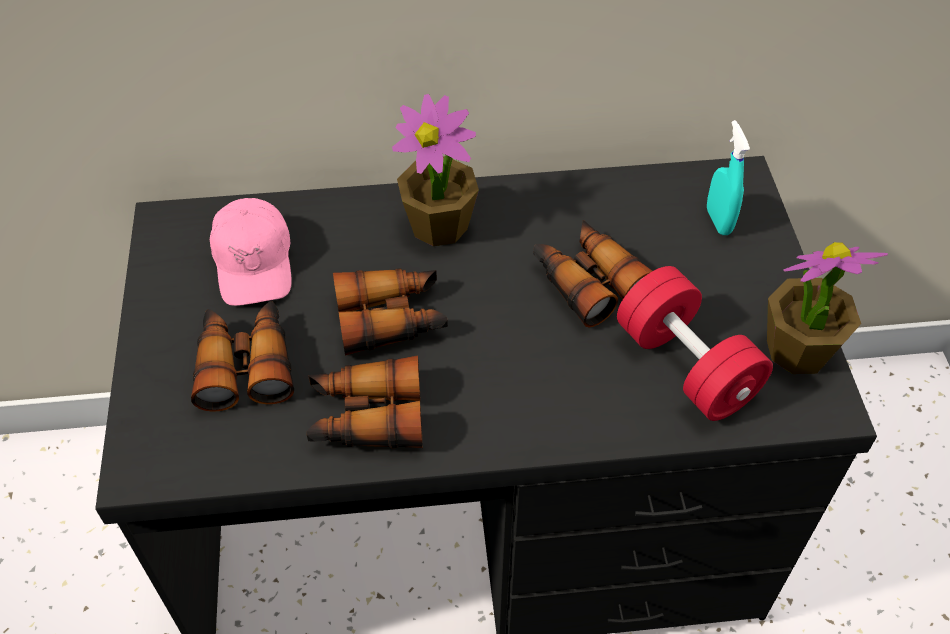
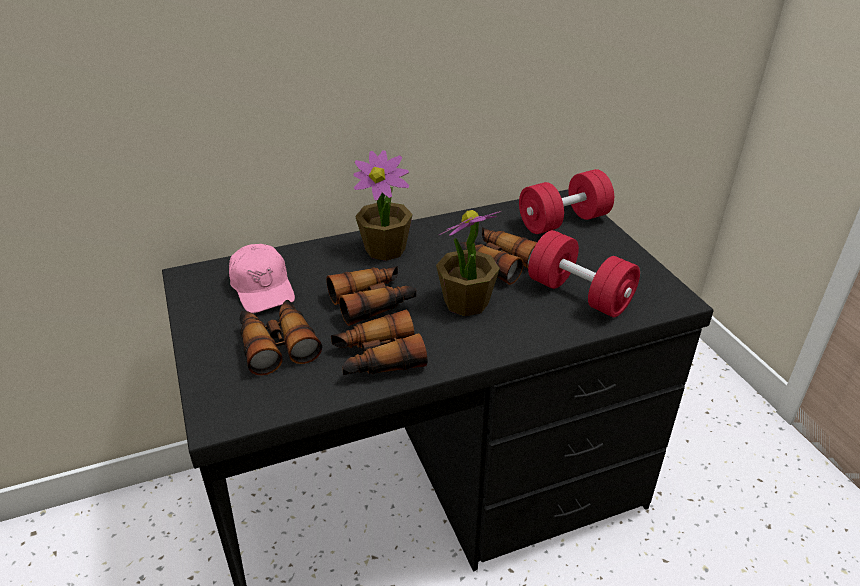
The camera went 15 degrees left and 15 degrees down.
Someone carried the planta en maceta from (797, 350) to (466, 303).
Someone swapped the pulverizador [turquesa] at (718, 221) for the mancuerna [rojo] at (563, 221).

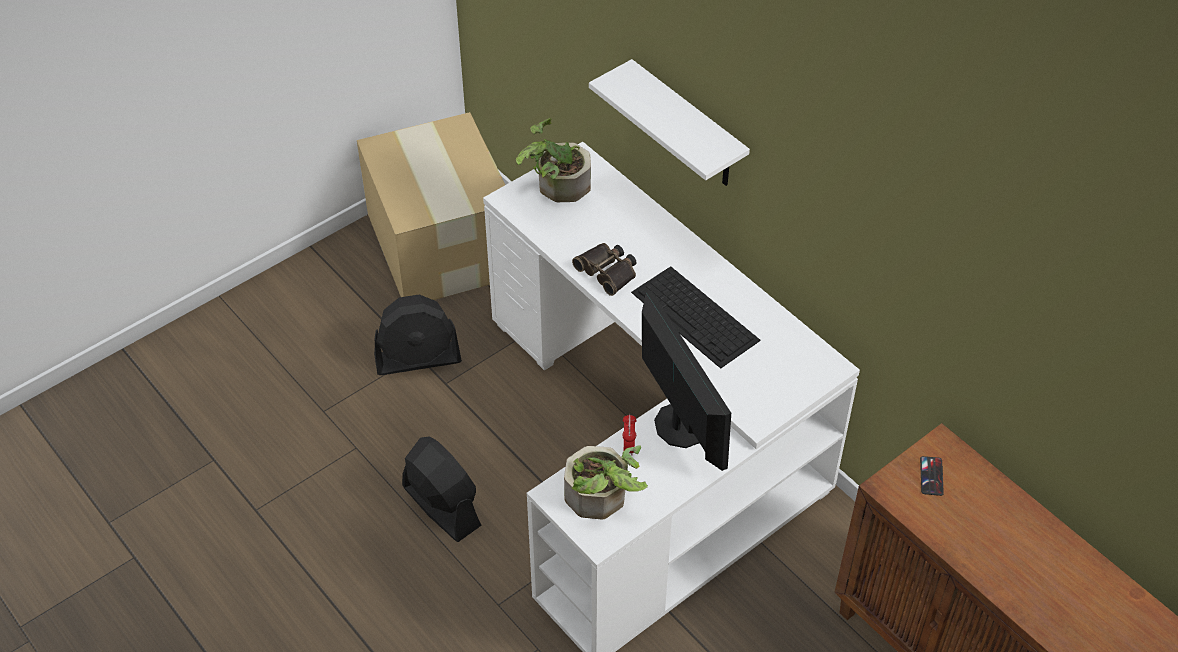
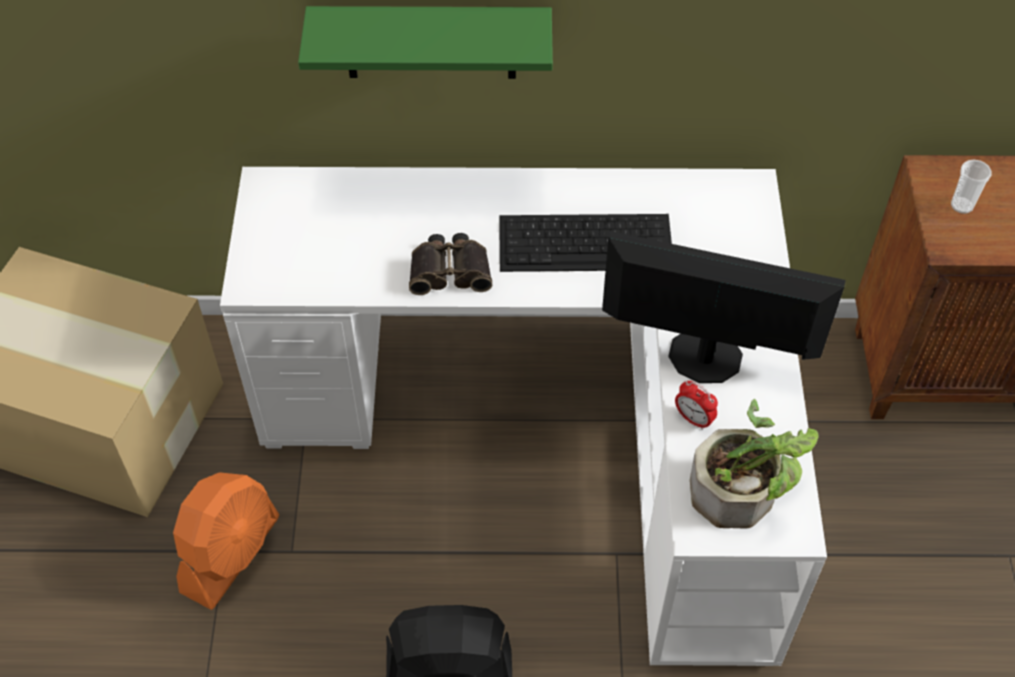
The camera went 50 degrees left and 5 degrees up.
Someone repainted the ventilador [negro] at (418, 359), which became the ventilador [naranja] at (231, 554).
Someone repainted the estante [blanco] at (687, 127), which became the estante [verde] at (430, 42).
Someone swapped the móvil at (931, 476) for the taza at (962, 205).
Someone took away the planta en maceta at (556, 185).

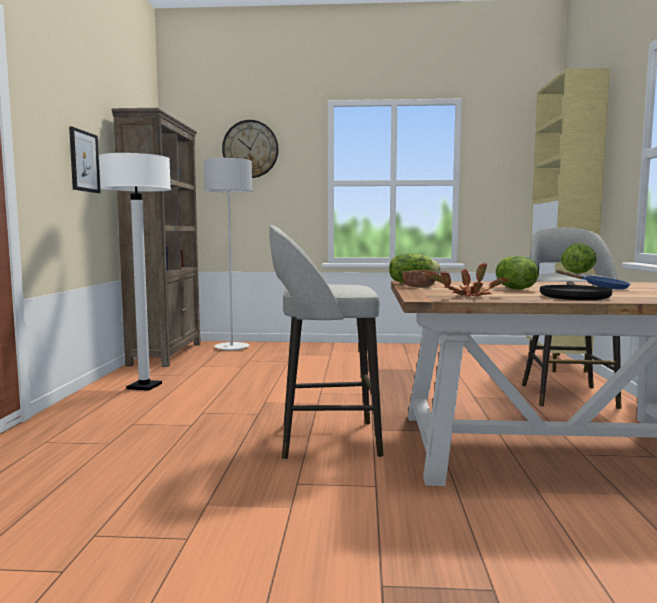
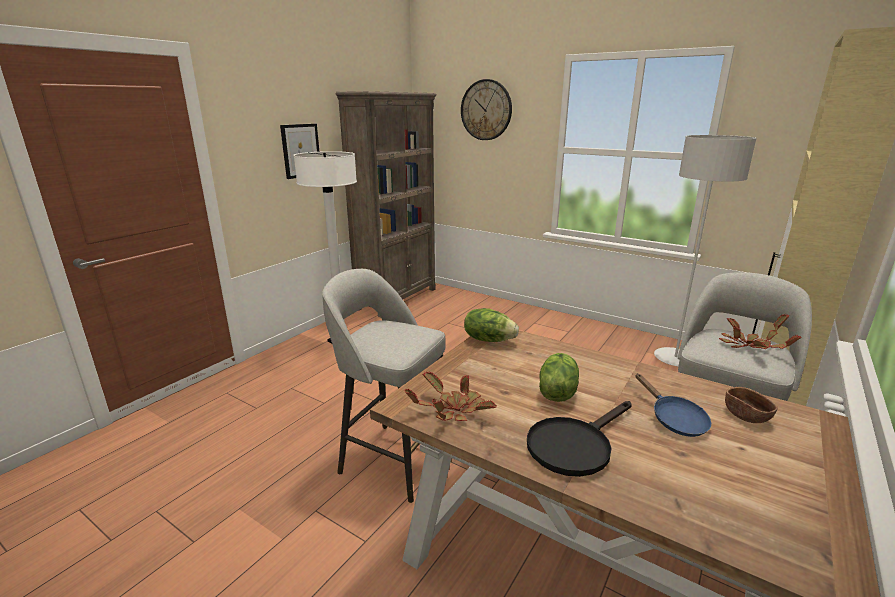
The camera went 30 degrees right and 15 degrees up.
Someone carried the lámpara de pie [gris] from (232, 348) to (675, 359).
Someone swapped the lechuga at (578, 273) for the planta en maceta at (749, 346).
Someone carried the cuenco [marrón] from (419, 287) to (746, 415).

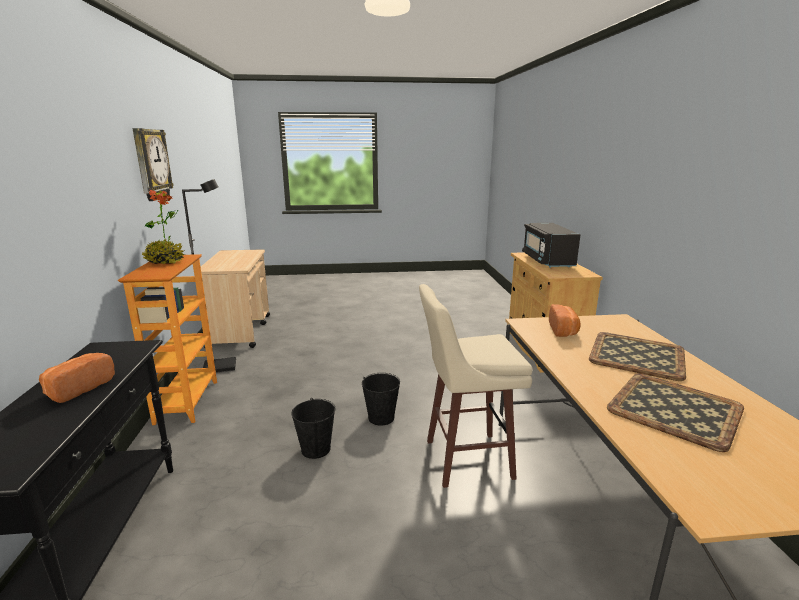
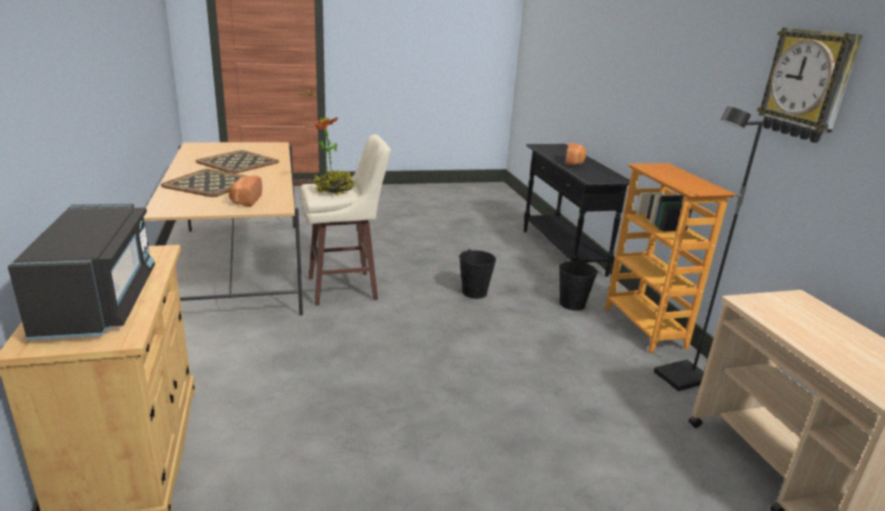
The camera went 170 degrees right and 5 degrees up.
Someone carried the planta en maceta from (165, 261) to (334, 191).
Someone carried the cubo [negro] from (381, 418) to (572, 304).

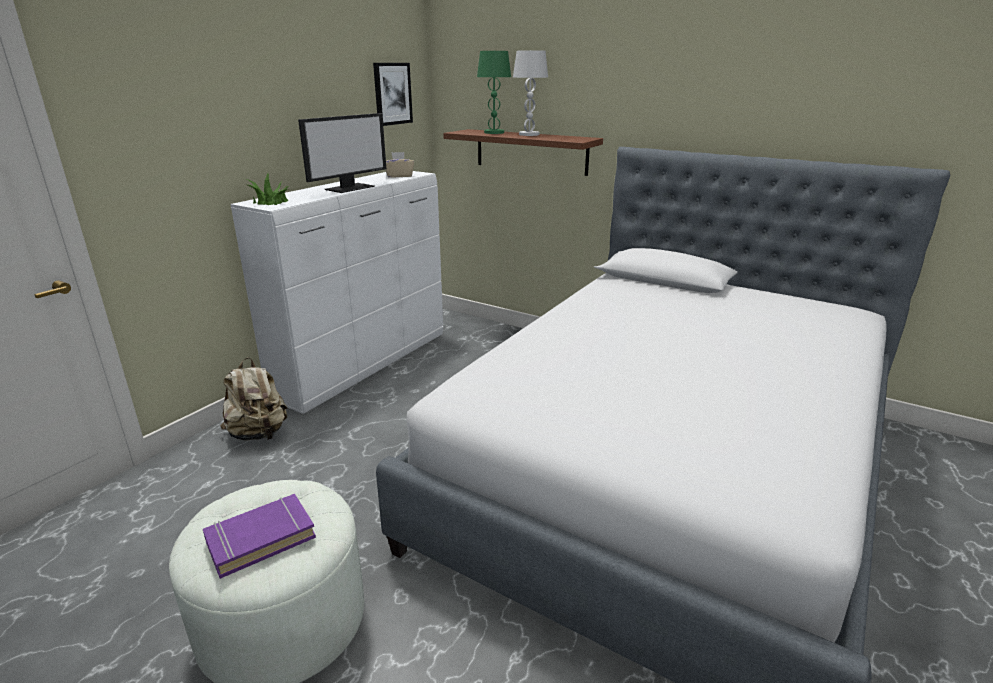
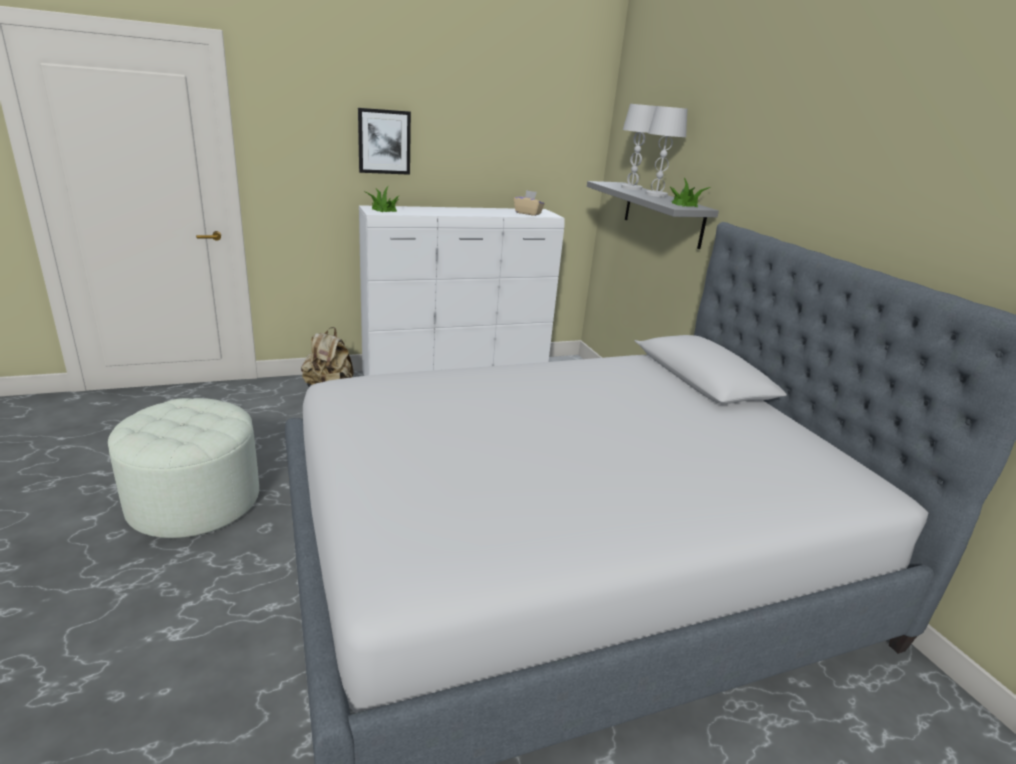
The camera went 35 degrees right and 0 degrees up.
Someone carried the cuadro from (392, 93) to (384, 141).
Someone repainted the estante [marrón] at (531, 151), which became the estante [gris] at (663, 214).
Someone repainted the lámpara de mesa [verde] at (493, 132), which became the lámpara de mesa [blanco] at (631, 188).
Someone put down the planta en maceta at (684, 204).
Someone took away the libro [morado] at (260, 539).
Someone took away the monitor at (349, 188).

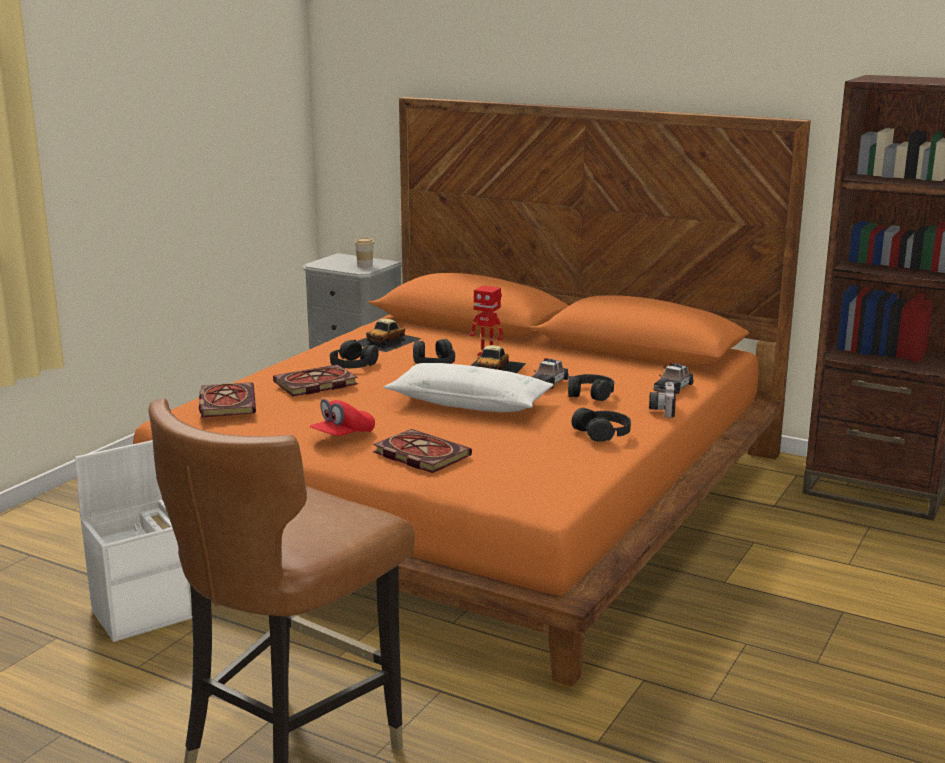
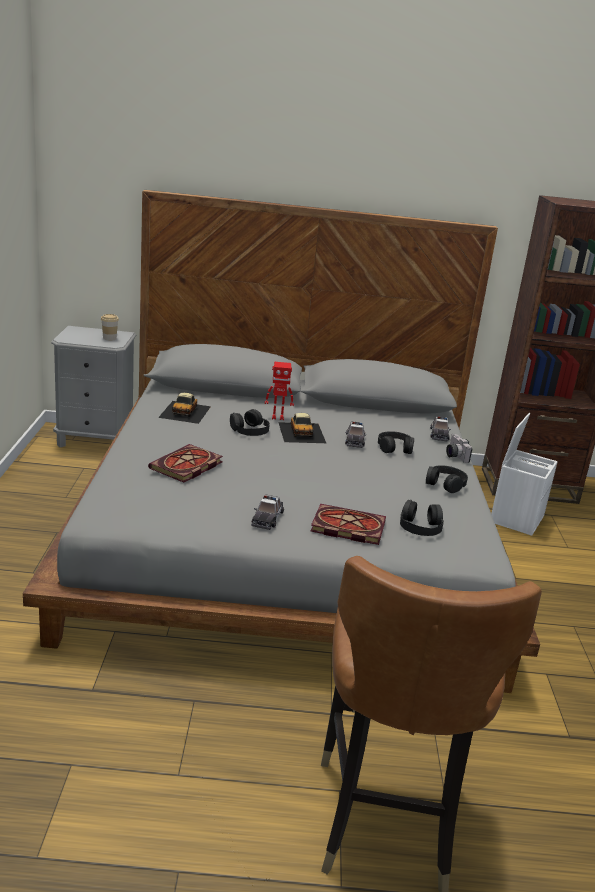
The camera went 30 degrees left and 5 degrees up.
Someone repainted the cama [naranja] at (472, 497), which became the cama [gris] at (288, 536).
Someone swapped the gorra [rojo] at (343, 436) for the coche de juguete at (267, 518).
Someone carried the auriculares [negro] from (353, 364) to (420, 526).
Someone carried the caja de almacenaje [blanco] from (144, 613) to (516, 518).
Someone took away the libro at (226, 403).
Someone took away the cojín [blanco] at (469, 403).

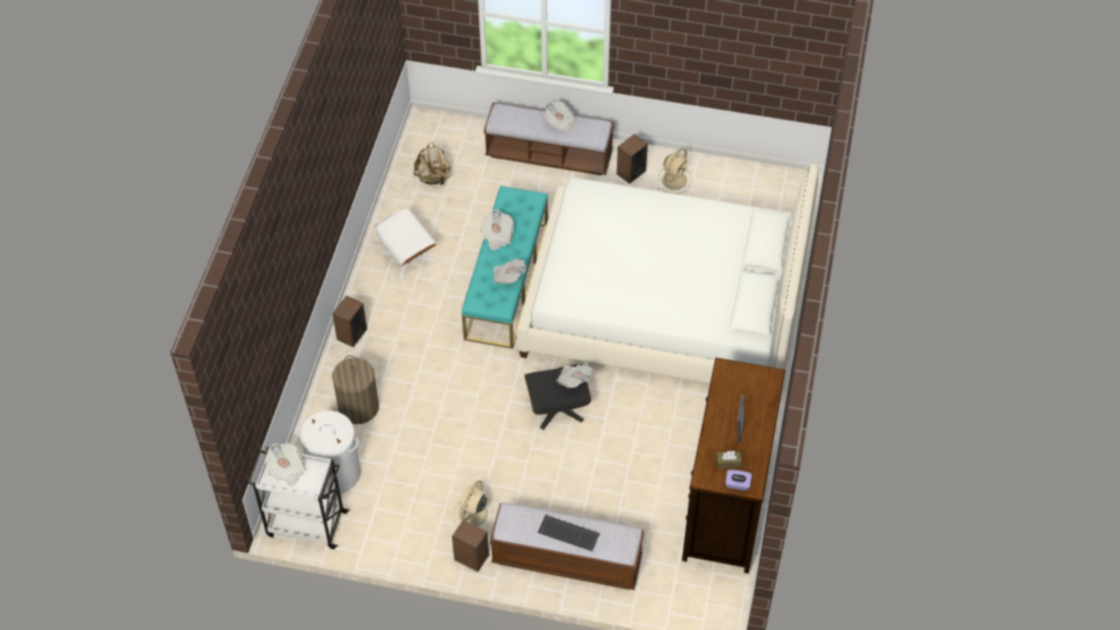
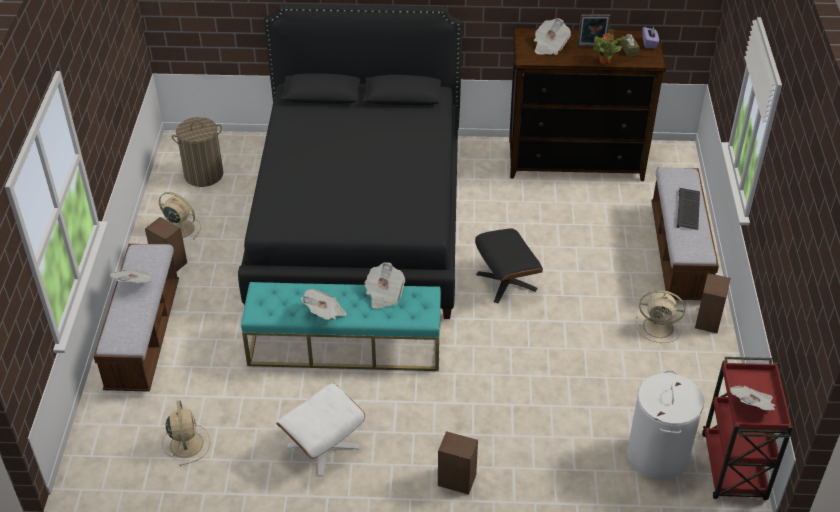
The camera went 100 degrees left and 10 degrees down.
Someone swapped the mochila [beis] at (434, 178) for the ventilador [beis] at (186, 443).
Someone carried the cesto de la ropa from (358, 407) to (203, 175).
Someone repainted the cama [blanco] at (664, 308), which became the cama [negro] at (359, 219).
Someone carried the periódico from (574, 380) to (549, 46).
Someone put down the planta en maceta at (605, 61).
Someone repainted the carrito [blanco] at (305, 523), which became the carrito [rojo] at (734, 469).

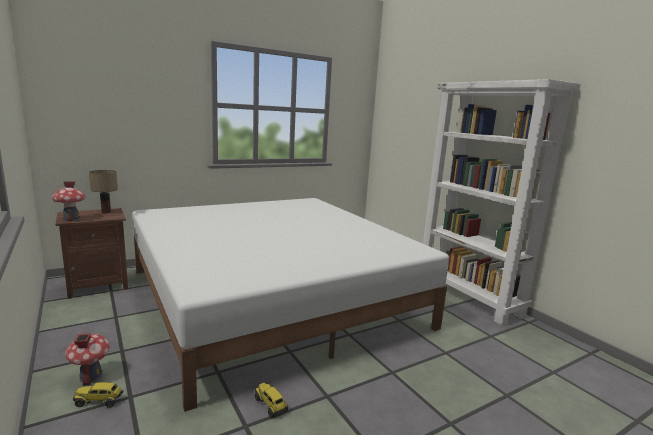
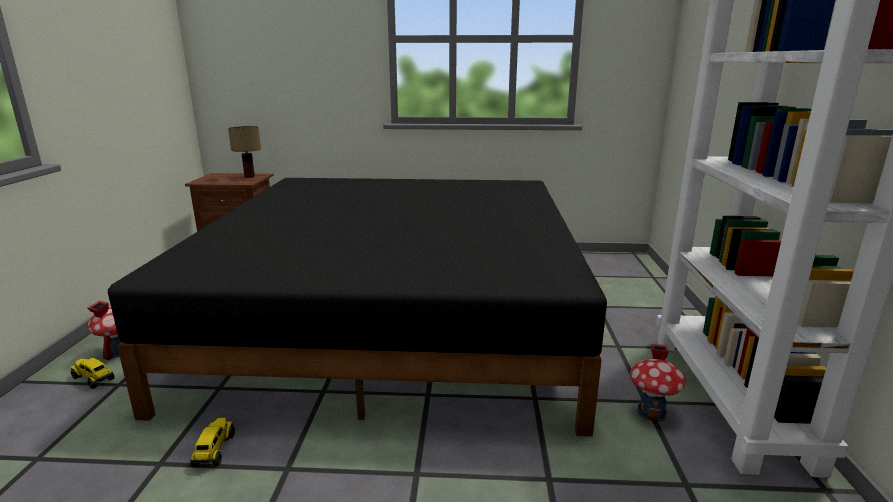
The camera went 35 degrees right and 5 degrees up.
Someone repainted the cama [blanco] at (273, 297), which became the cama [negro] at (395, 315).
Someone carried the casita from (71, 219) to (651, 413).

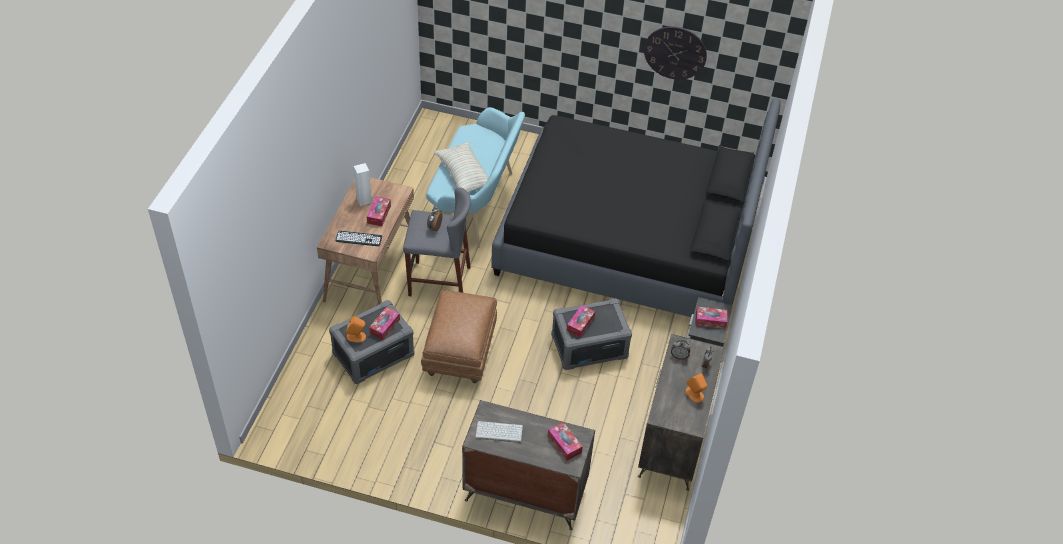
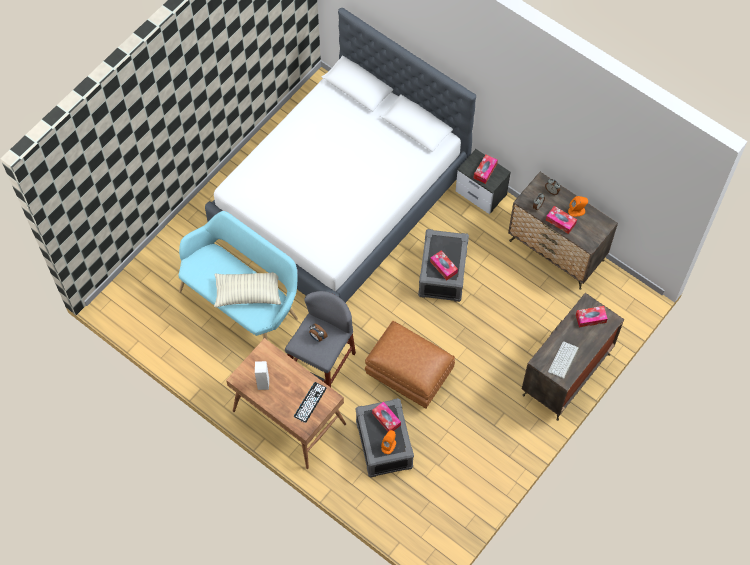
The camera went 65 degrees left and 15 degrees up.
Someone repainted the cama [negro] at (627, 241), which became the cama [blanco] at (340, 198).
Someone carried the caja de pañuelos from (379, 214) to (560, 222).
Someone took away the reloj de pared at (675, 52).

